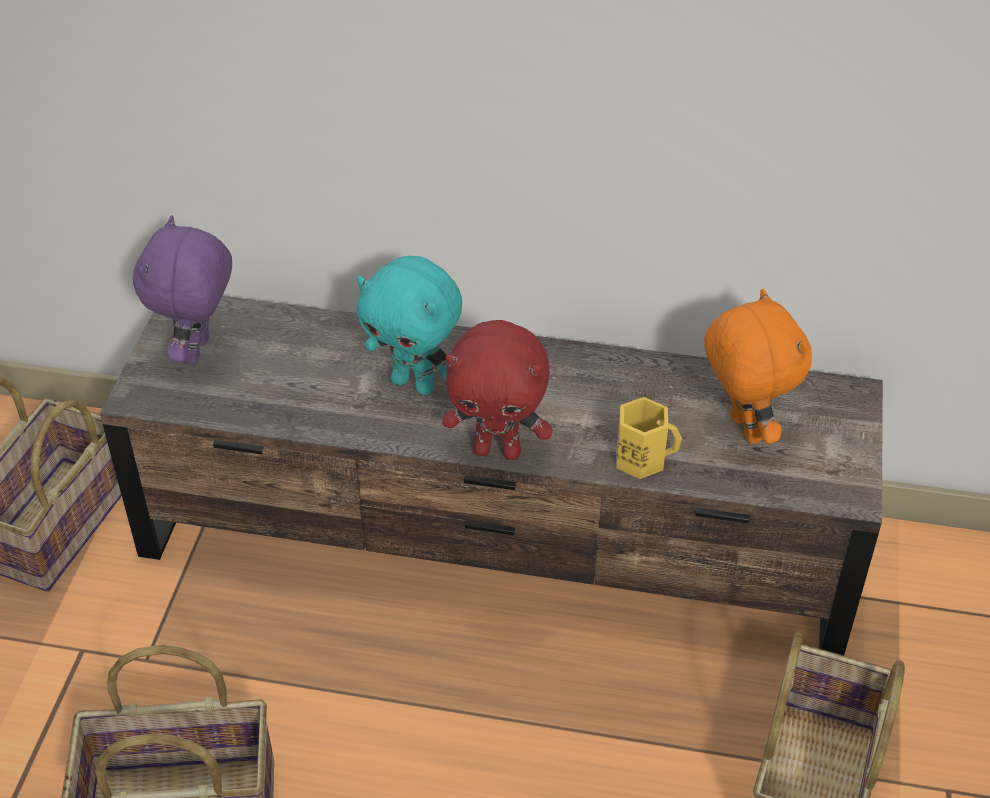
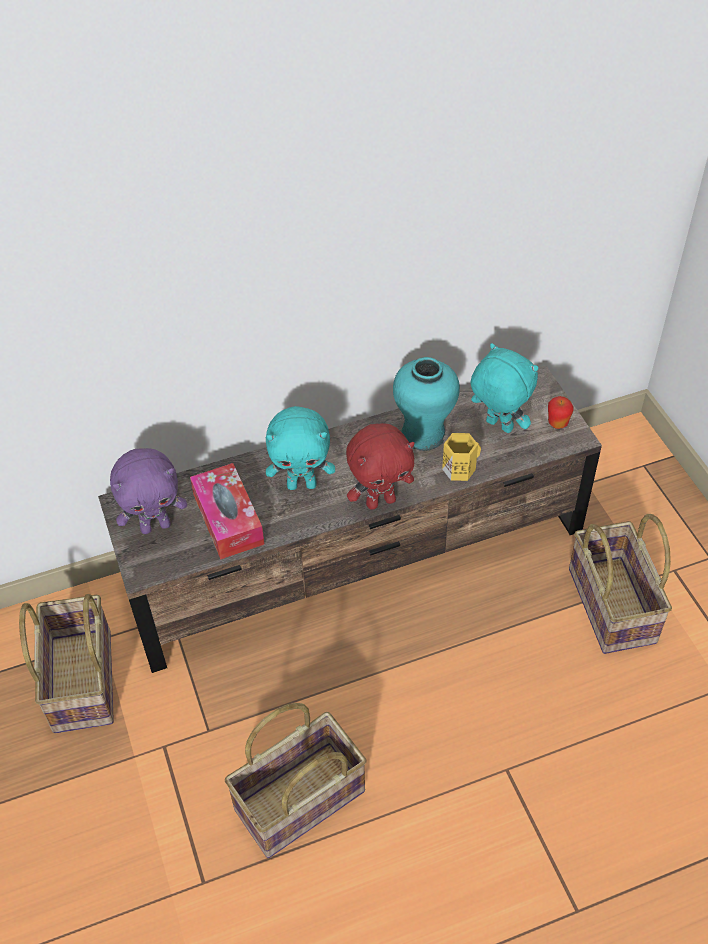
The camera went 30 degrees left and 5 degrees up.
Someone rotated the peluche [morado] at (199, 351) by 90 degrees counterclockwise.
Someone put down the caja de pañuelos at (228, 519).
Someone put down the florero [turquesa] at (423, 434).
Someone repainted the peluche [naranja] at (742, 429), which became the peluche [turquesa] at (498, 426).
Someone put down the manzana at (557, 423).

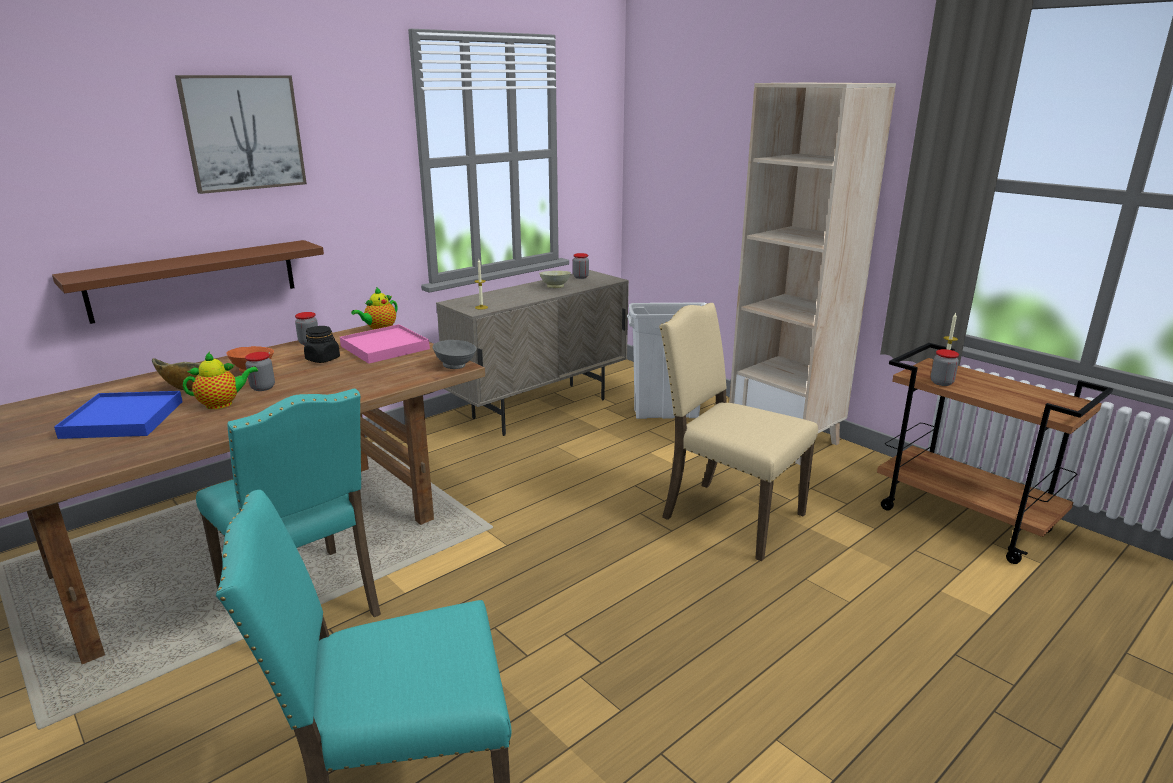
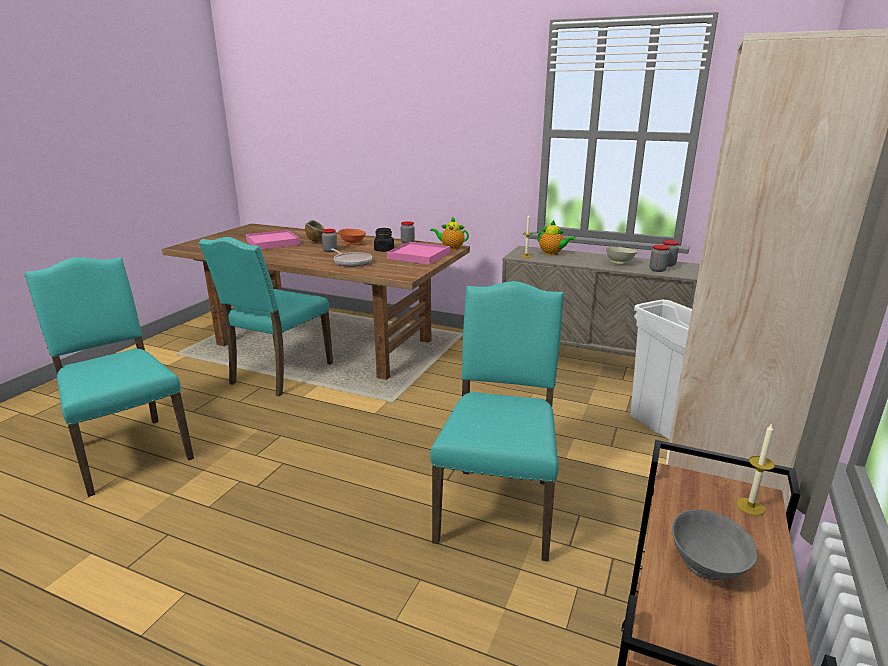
The camera went 65 degrees right and 0 degrees up.
Someone repainted the bandeja [azul] at (123, 419), which became the bandeja [rosa] at (273, 242).
Someone put down the sartén at (352, 262).
Someone repainted the silla [beis] at (729, 516), which became the silla [turquesa] at (498, 507).
Someone carried the tetera from (222, 404) to (552, 253).
Someone carried the tarro from (941, 382) to (657, 270).
Someone carried the cuenco [gris] from (455, 366) to (706, 567).
Someone took away the estante [marrón] at (194, 280).
Someone took away the cuadro at (243, 133).

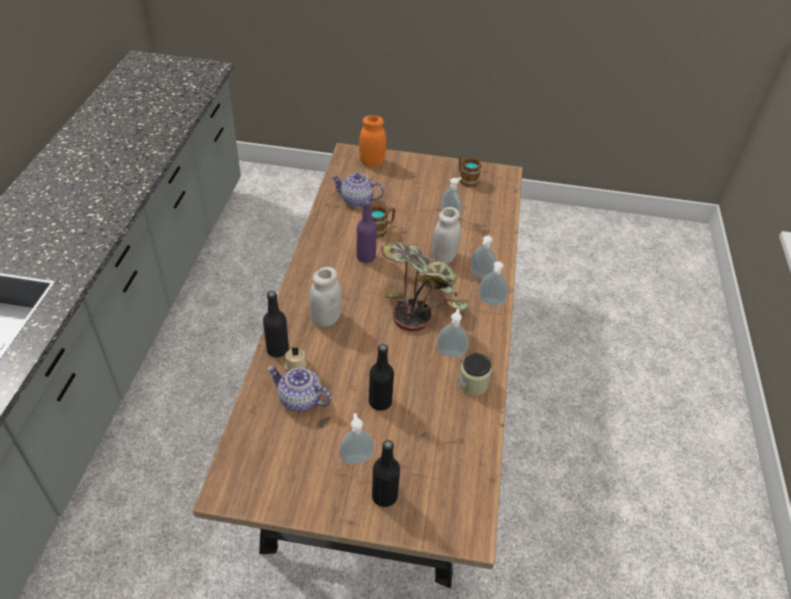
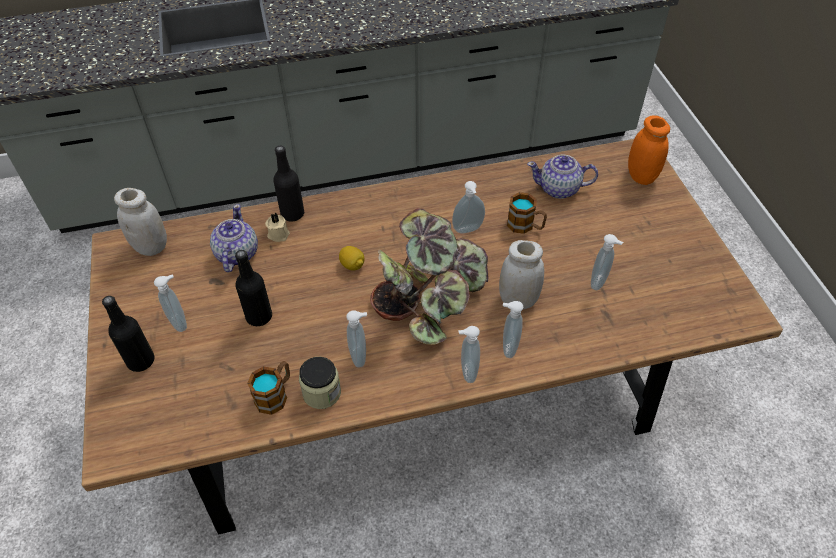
The camera went 70 degrees right and 5 degrees up.
Someone carried the tarro [blanco] from (326, 319) to (151, 247).
Someone carried the taza grande from (466, 179) to (275, 394).
Someone put down the limón at (352, 265).
Someone swapped the botella [morado] at (366, 257) for the dispensador de jabón at (468, 230).
Someone rotated the tetera at (357, 200) by 75 degrees counterclockwise.

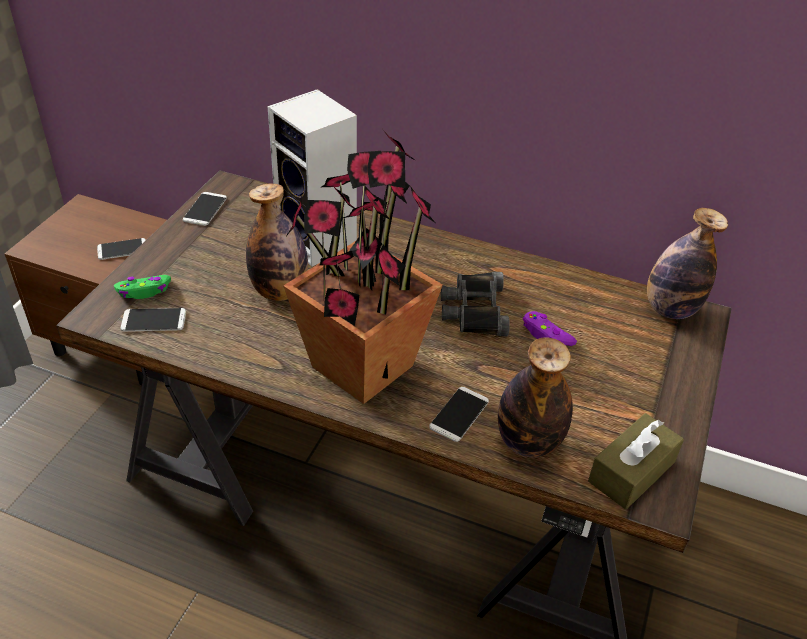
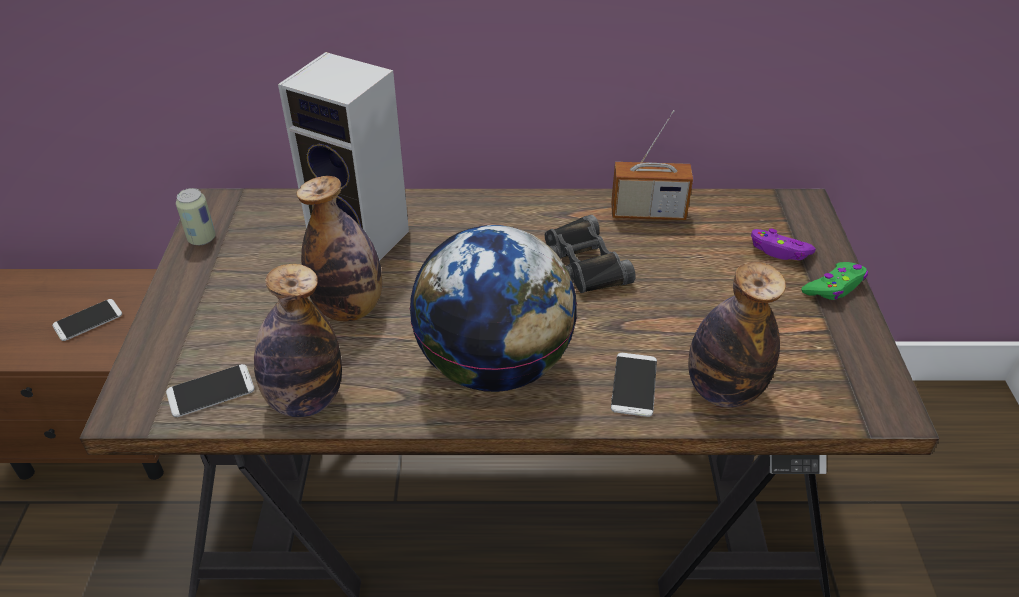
The camera went 20 degrees left and 0 degrees up.
Someone swapped the móvil at (205, 209) for the lata at (202, 238).
Someone carried the botella from (670, 309) to (305, 400).
Someone swapped the planta en maceta at (361, 366) for the globo terráqueo at (494, 366).
Someone put down the radio at (647, 213).
Someone carried the mando de consola [morado] from (546, 335) to (779, 251).
Someone carried the mando de consola [verde] from (144, 291) to (834, 287).
Someone took away the caja de pañuelos [marrón] at (631, 472).

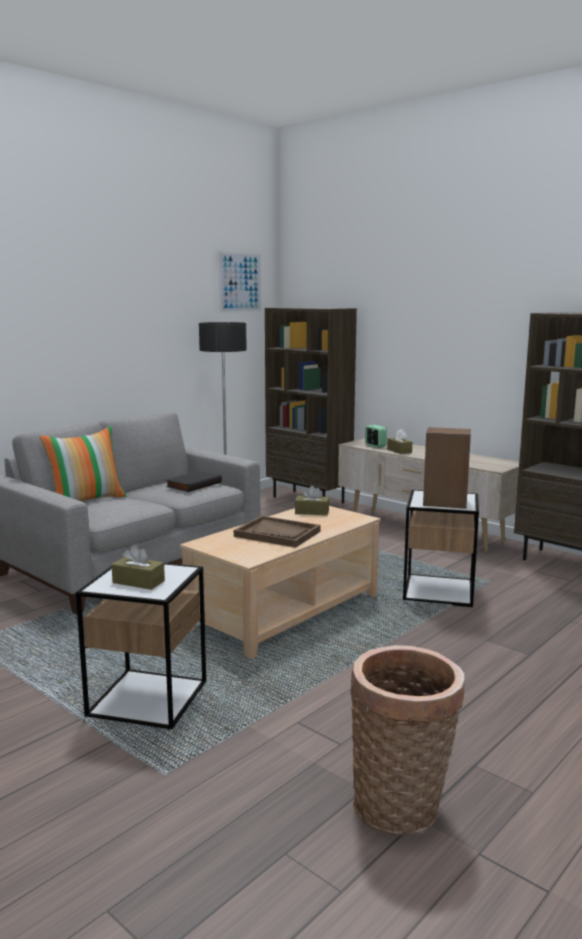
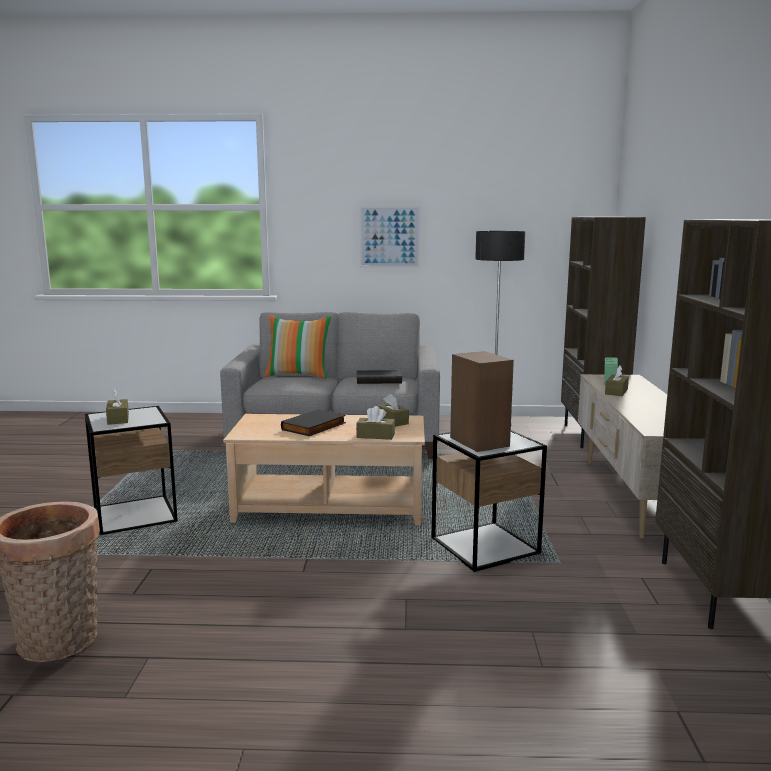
The camera went 50 degrees right and 0 degrees up.
Someone swapped the bandeja [marrón] at (277, 534) for the libro [negro] at (314, 427).
Someone put down the caja de pañuelos [marrón] at (375, 436).
Someone carried the cuadro from (240, 282) to (389, 237).

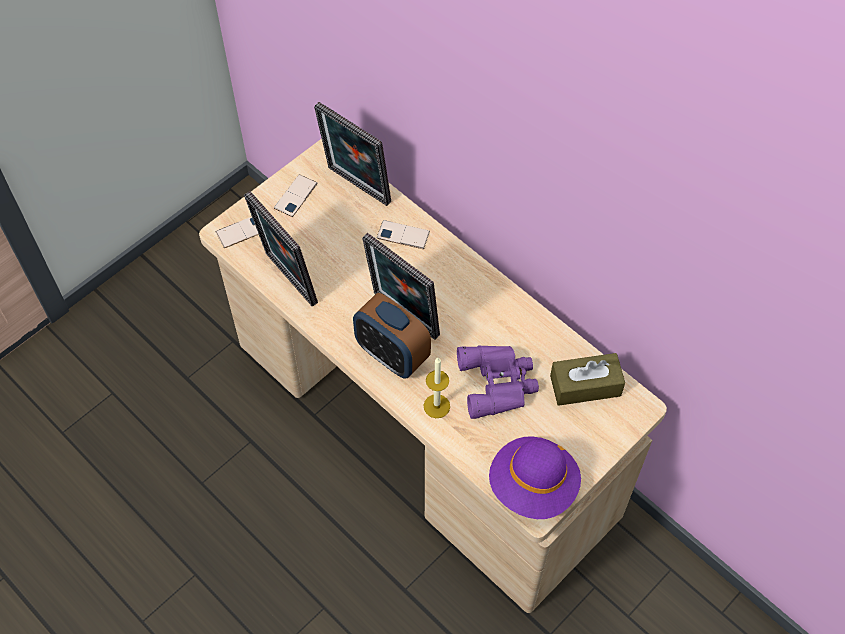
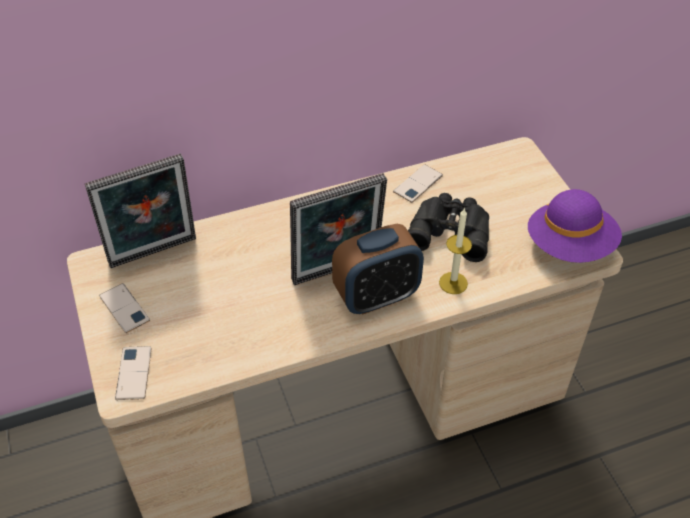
The camera went 65 degrees left and 10 degrees down.
Someone carried the móvil from (403, 235) to (418, 184).
Someone repainted the prismáticos [morado] at (498, 383), which became the prismáticos [negro] at (450, 230).
Someone took away the portarretratos at (287, 281).
Someone took away the caja de pañuelos [marrón] at (585, 386).

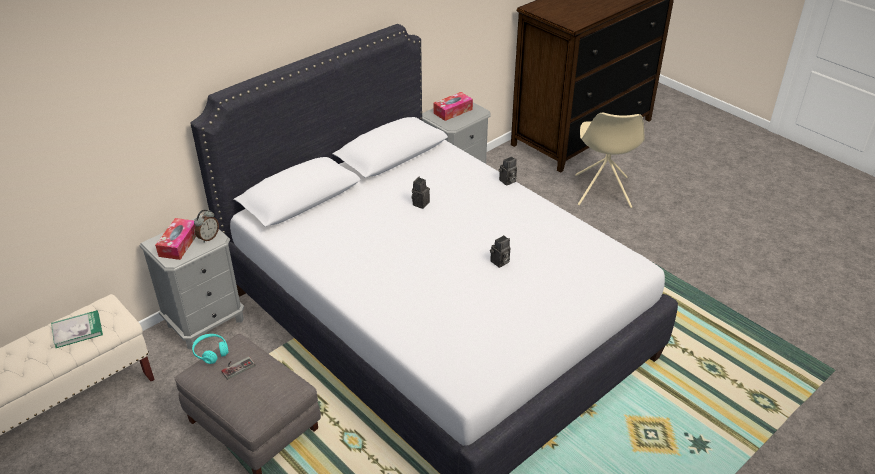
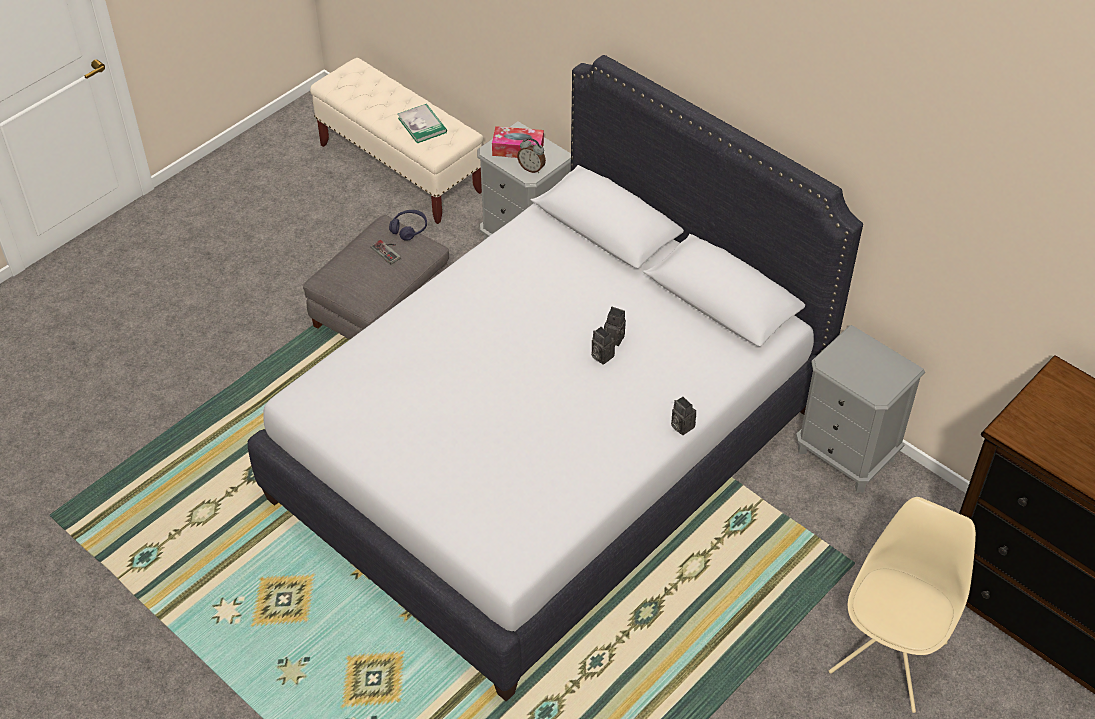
The camera went 85 degrees right and 10 degrees up.
Someone repainted the auriculares [turquesa] at (211, 352), which became the auriculares [morado] at (409, 229).
Someone carried the cámara from (500, 262) to (600, 356).
Someone rotated the silla [beis] at (602, 192) by 120 degrees clockwise.
Someone took away the caja de pañuelos at (453, 111).

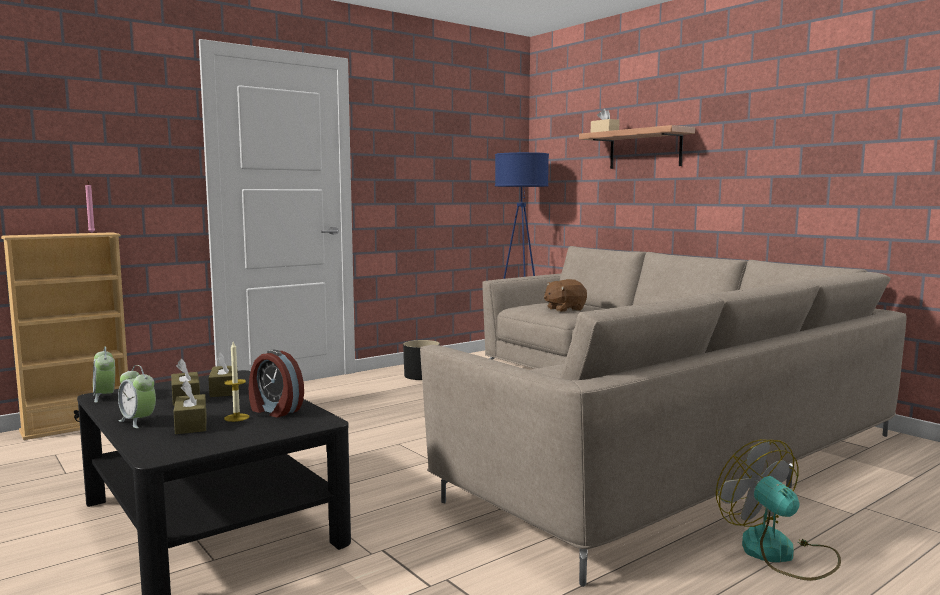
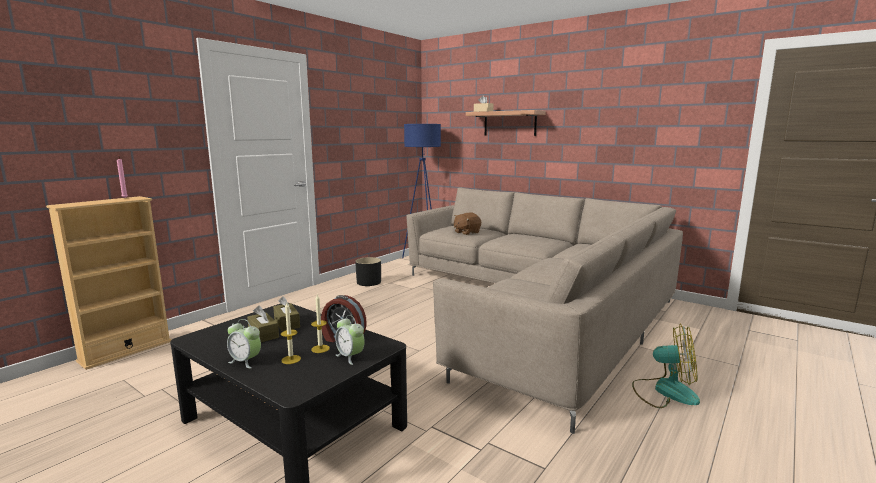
The camera went 15 degrees left and 5 degrees up.
Someone swapped the caja de pañuelos [marrón] at (191, 424) for the vela at (291, 359).
Someone carried the despertador from (105, 397) to (350, 357).
Someone rotated the ventilador at (779, 553) by 150 degrees clockwise.

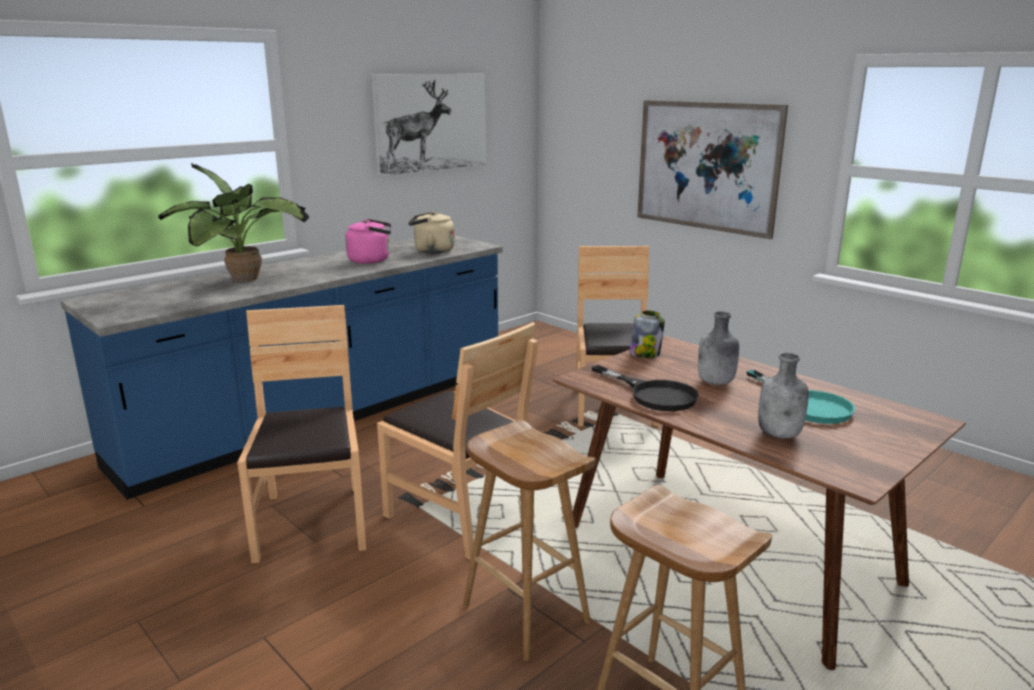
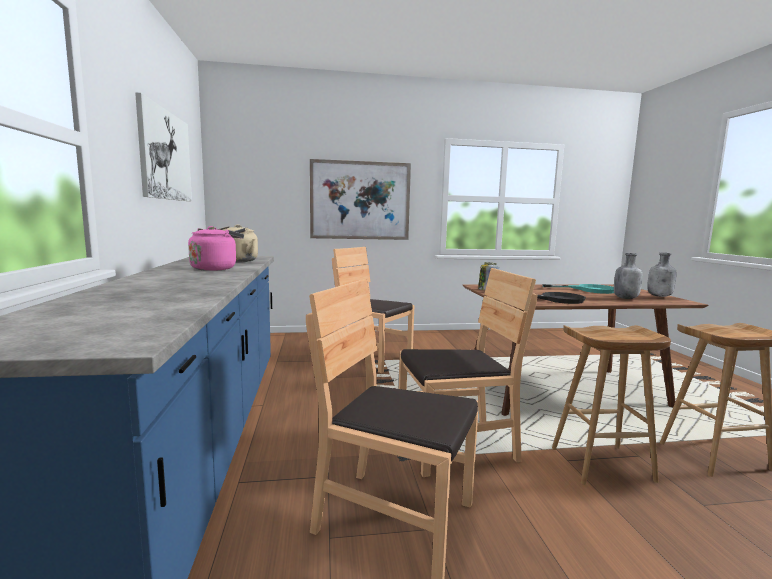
The camera went 55 degrees left and 10 degrees down.
Someone carried the botella [gris] from (716, 382) to (660, 296).
Someone took away the planta en maceta at (247, 280).

